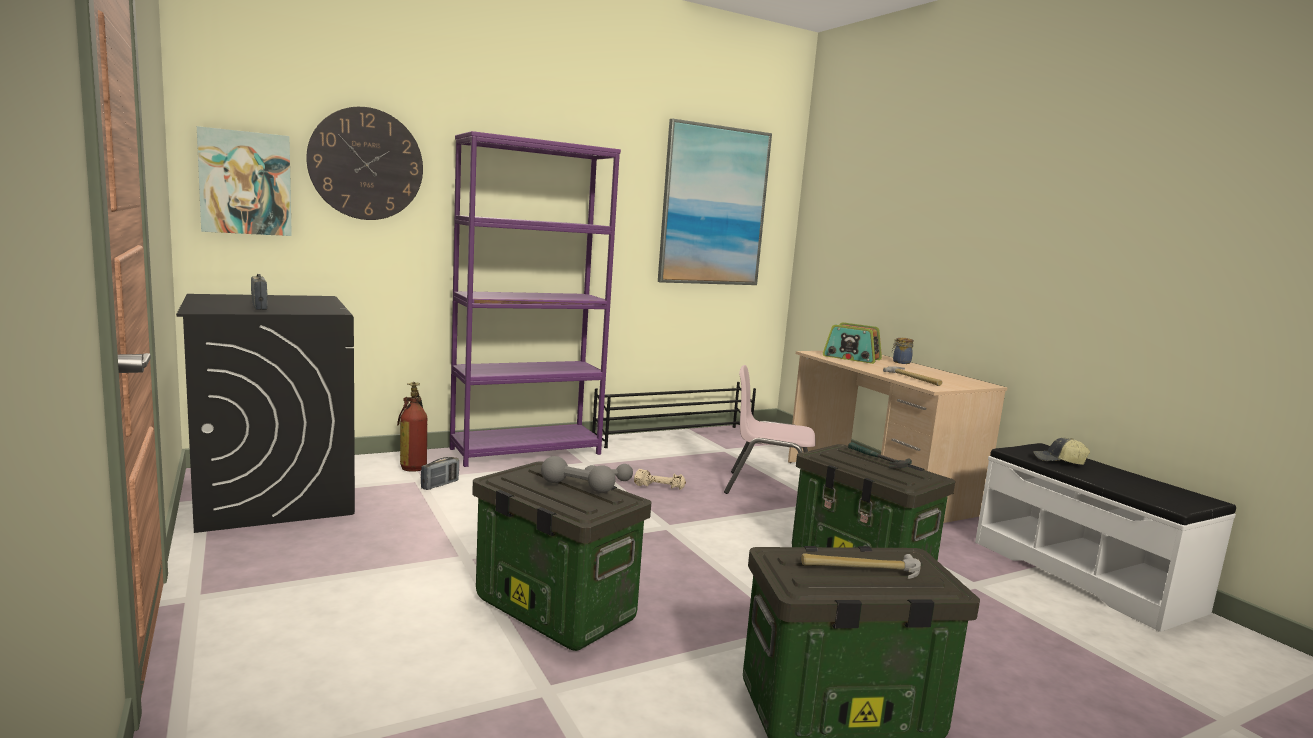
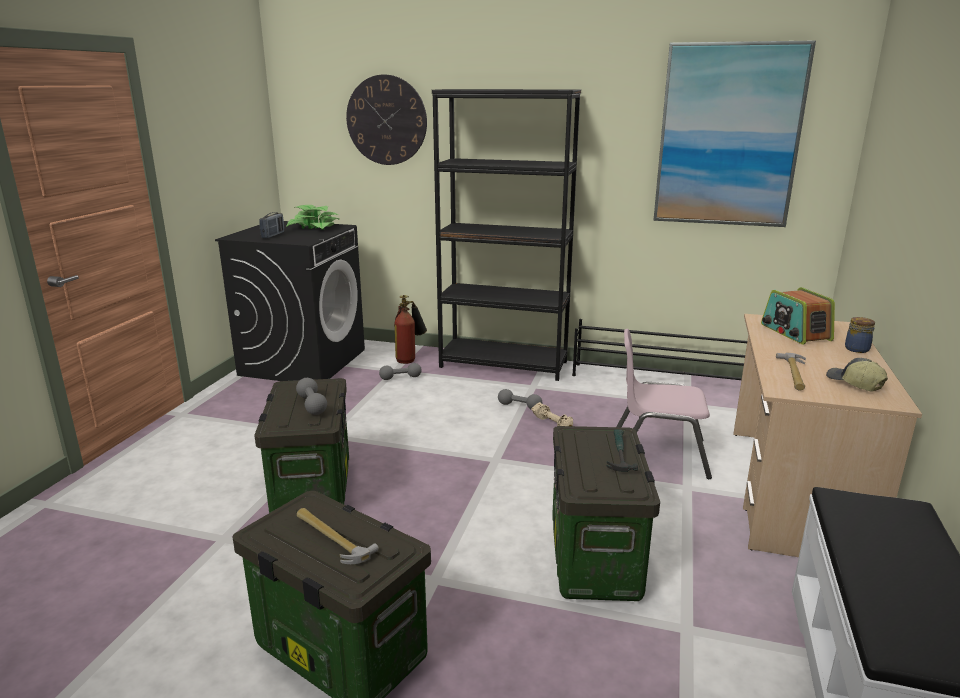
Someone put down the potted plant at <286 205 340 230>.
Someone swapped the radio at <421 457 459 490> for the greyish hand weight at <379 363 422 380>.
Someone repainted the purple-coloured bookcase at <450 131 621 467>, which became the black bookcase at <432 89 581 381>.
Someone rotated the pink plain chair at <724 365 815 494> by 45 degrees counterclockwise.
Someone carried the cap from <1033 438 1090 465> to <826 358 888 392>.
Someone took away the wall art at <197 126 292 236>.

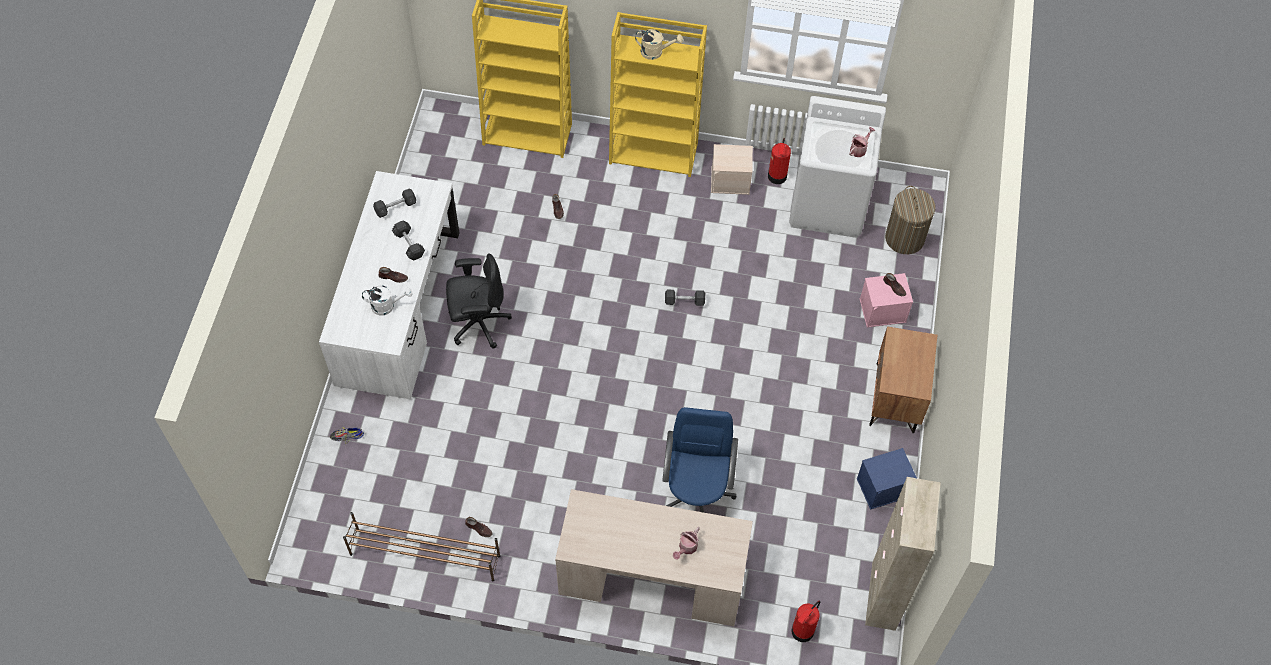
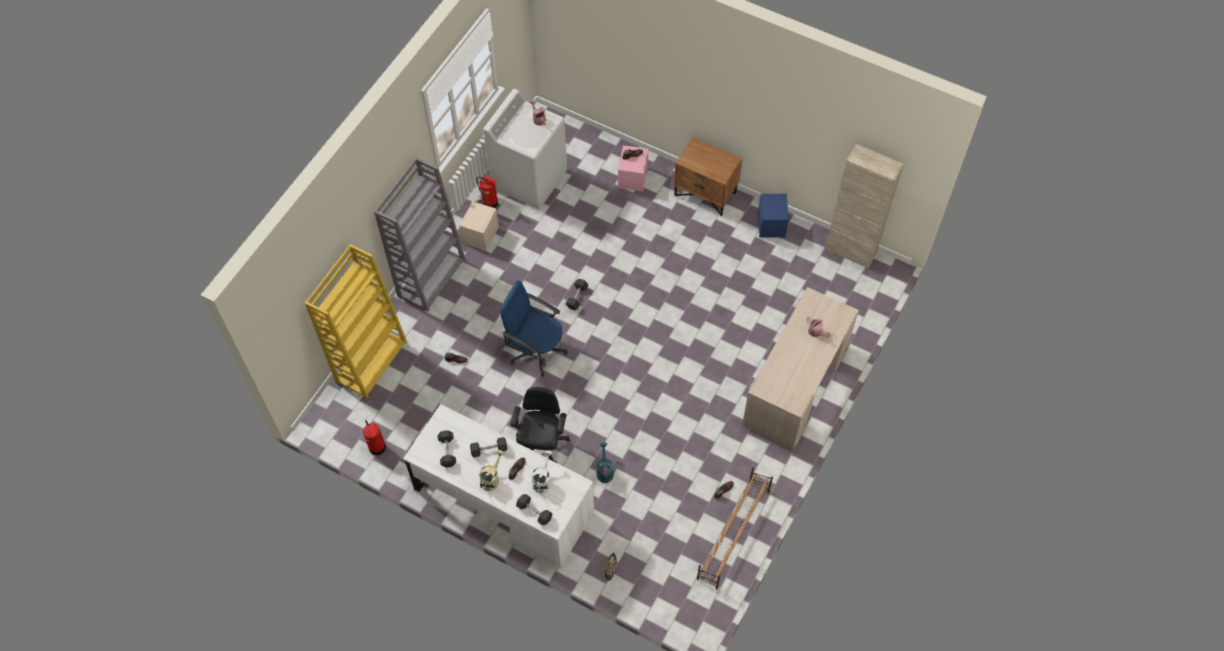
Someone carried the fire extinguisher from <791 601 820 642> to <363 420 386 455>.
Someone repainted the yellow-coloured bookcase at <609 12 707 177>, which became the greyish bookcase at <374 157 466 312>.
Someone carried the sand-coloured watering can from <635 29 683 60> to <479 450 505 491>.
Someone carried the blue-coloured desk chair from <662 407 738 513> to <500 281 568 377>.
Someone put down the greyish hand weight at <516 494 552 525>.
Someone put down the blue-green watering can at <596 442 614 483>.
Someone took away the washing basket at <885 186 936 254>.

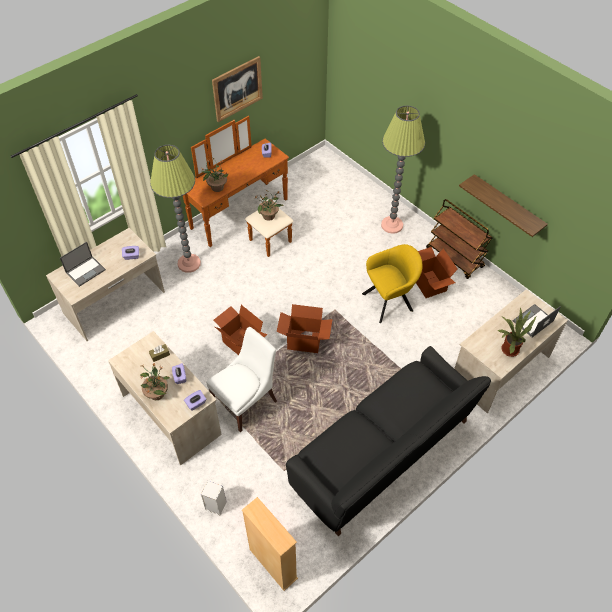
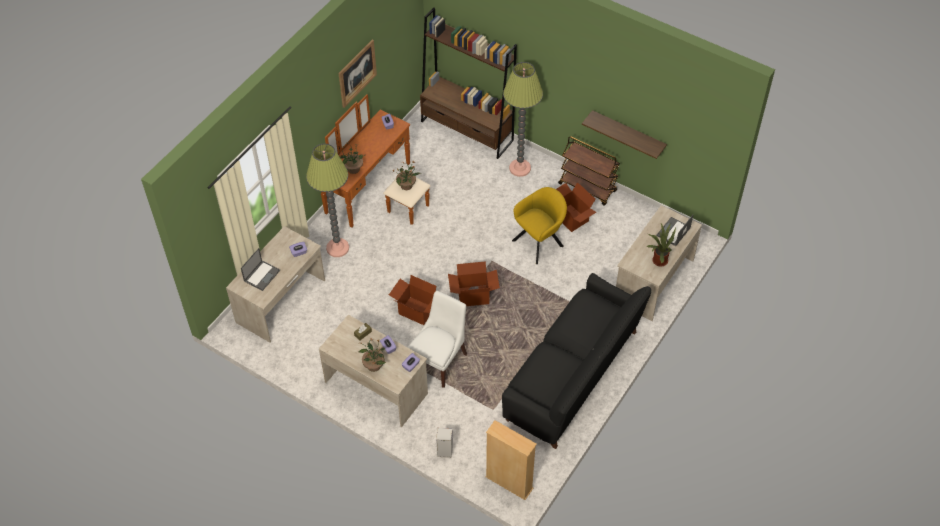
Someone put down the brown-coloured bookcase at <420 8 517 159>.

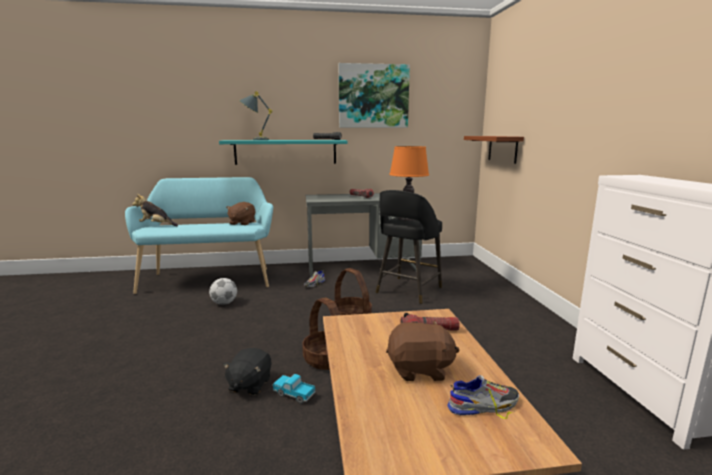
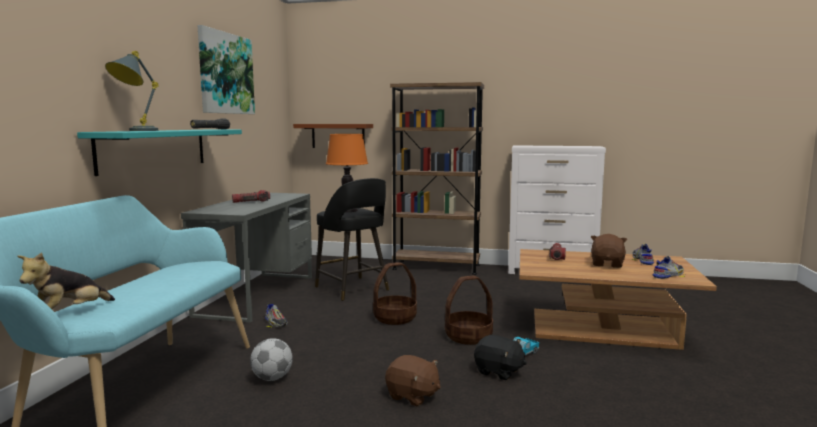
Someone carried the brown-coloured plush toy from <226 202 255 225> to <385 355 441 406>.
Someone put down the brown-coloured bookcase at <390 82 484 275>.
Someone put down the low shoe at <652 256 686 279>.

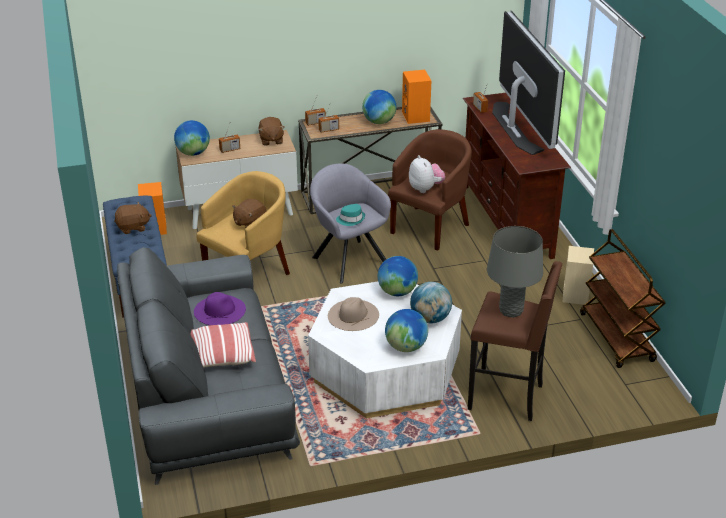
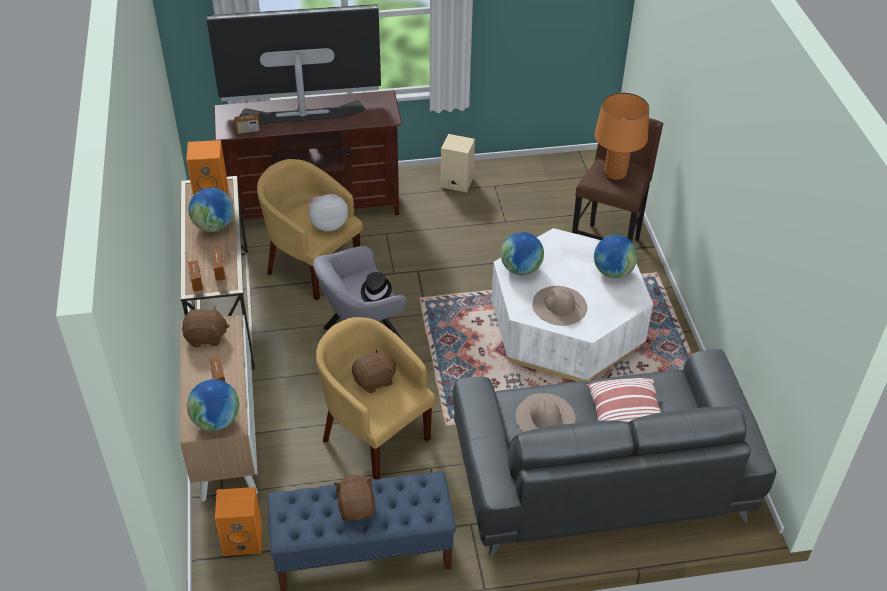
Someone repainted the brown-coloured lounge chair at <388 129 472 251>, which became the yellow-coloured lounge chair at <257 159 363 300>.
Someone rotated the brown-coloured plush toy at <232 199 267 228> by 75 degrees counterclockwise.
Someone repainted the blue-green clothing hat at <336 204 365 226>, which became the black clothing hat at <361 272 392 302>.
Someone repainted the purple-coloured clothing hat at <194 292 246 325>, which became the sand-coloured clothing hat at <515 393 575 432>.
Someone repainted the greyish tabletop lamp at <487 226 543 318>, which became the orangey tabletop lamp at <594 93 649 180>.
Someone took away the globe at <410 282 452 323>.
Someone took away the brown-coloured cart at <580 229 666 368>.

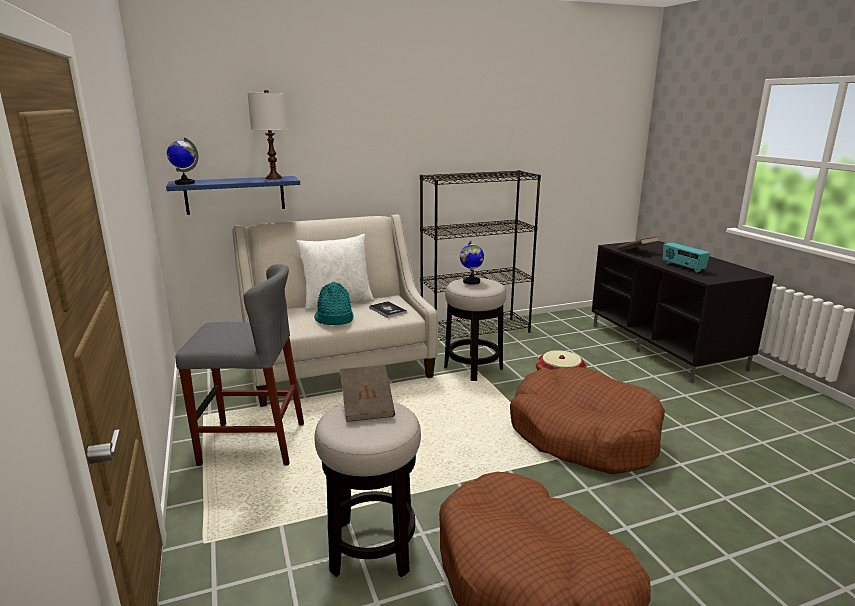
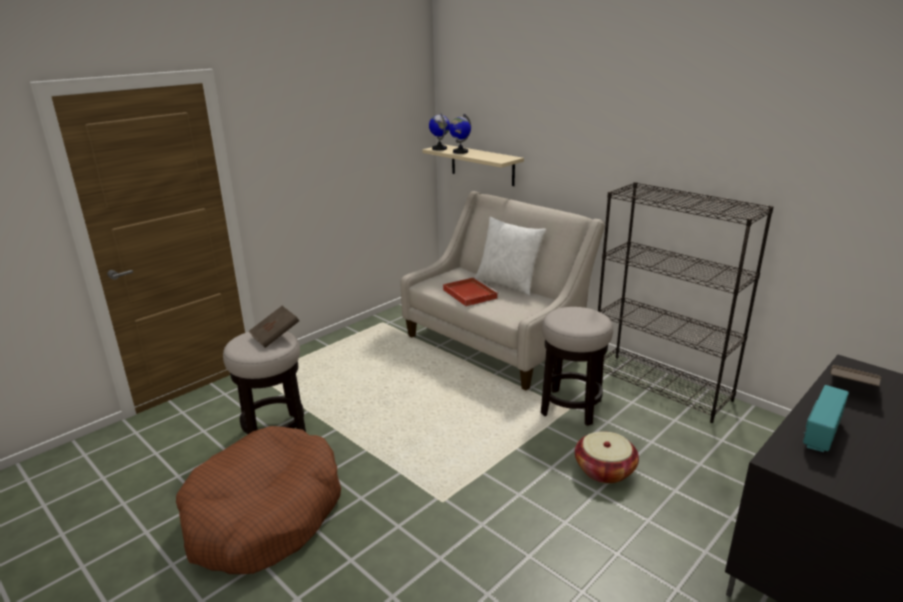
Someone repainted the blue-coloured wall shelf at <166 176 300 215>, which became the sand-coloured wall shelf at <422 145 524 186>.
Someone swapped the blue-green clothing hat at <314 282 354 325> for the red-coloured carrying tray at <443 277 499 306>.
Someone carried the globe from <460 241 484 285> to <449 114 471 154>.
Someone took away the greyish stool seat at <175 264 304 466>.
Someone took away the whitish tabletop lamp at <248 90 288 179>.
Someone took away the book at <369 301 407 318>.
Someone took away the brown-coloured dog cushion at <510 367 665 474>.

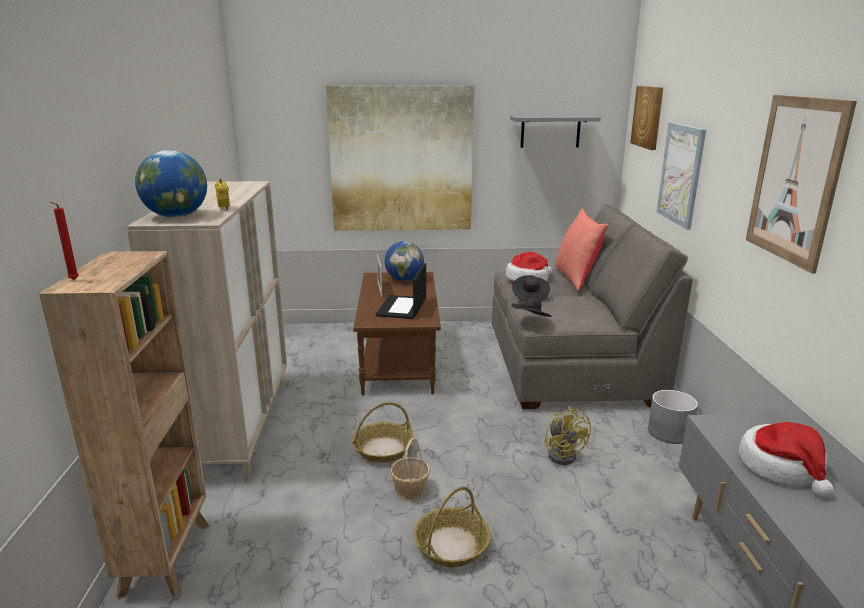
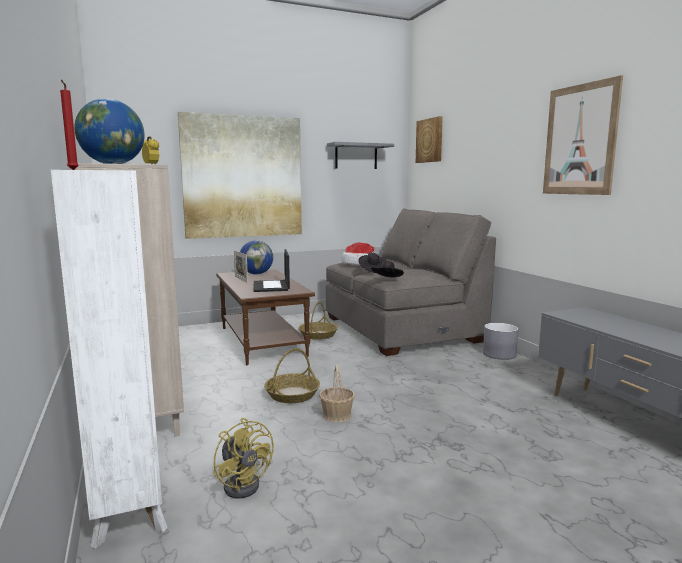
Someone repainted the brown-coloured bookcase at <39 251 210 599>, which became the whitish bookcase at <51 170 168 549>.
Someone carried the yellow-coloured fan from <544 406 591 465> to <214 418 274 499>.
Someone carried the household basket from <414 486 490 567> to <298 302 338 340>.
Someone took away the red-coloured throw pillow at <555 209 608 291>.
Someone took away the wall art at <657 123 706 230>.
Someone took away the clothing hat at <739 422 834 498>.

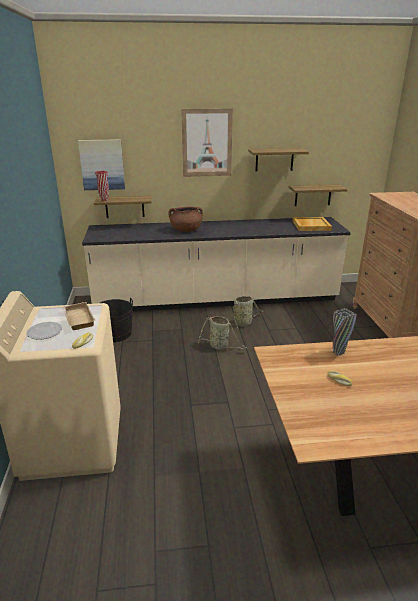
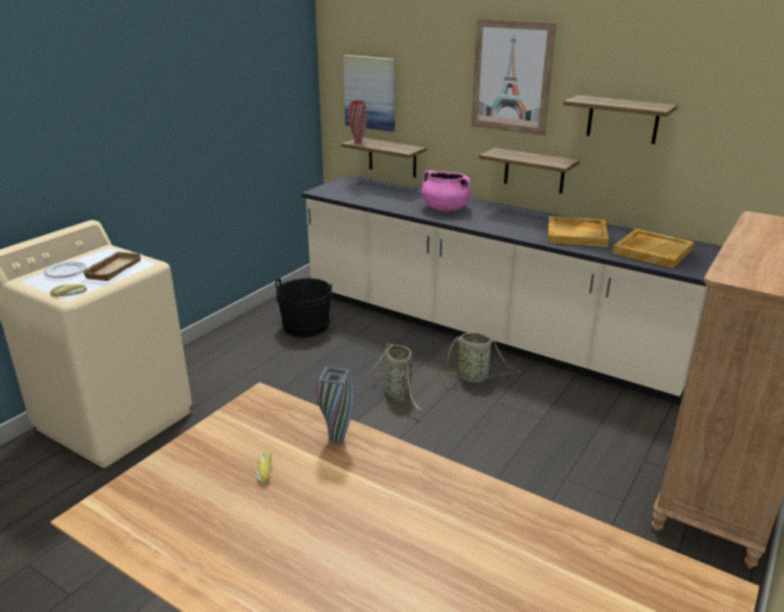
Someone repainted the brown-coloured stockpot at <169 207 203 232>, which became the pink stockpot at <421 170 471 211>.
Someone carried the wall shelf from <289 184 348 206> to <479 147 580 194>.
Someone put down the sand-coloured carrying tray at <548 216 609 247>.

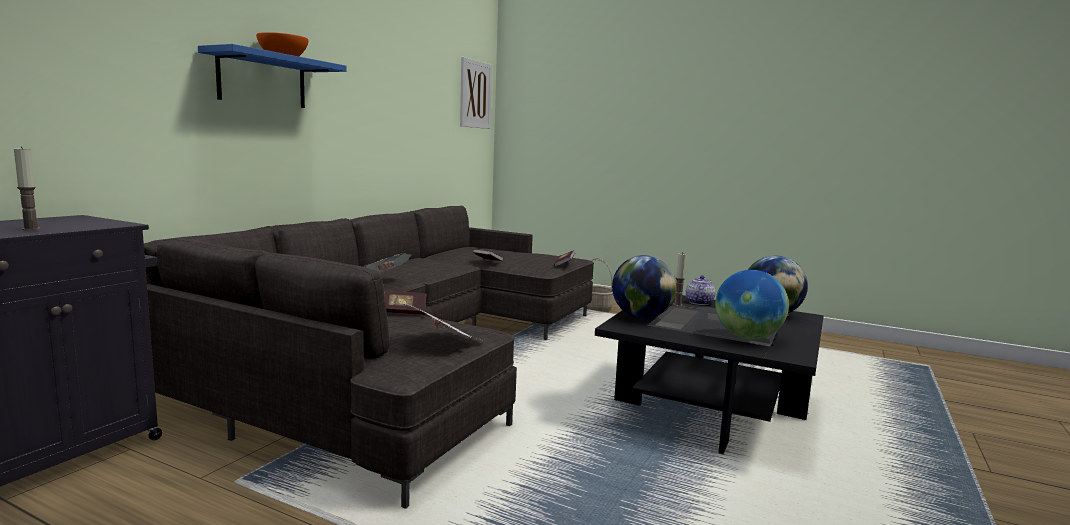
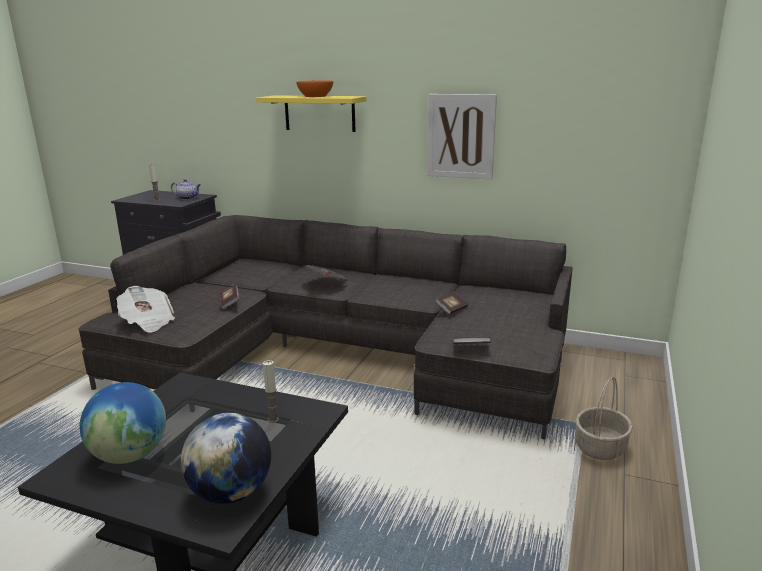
Someone carried the pot for tea from <686 275 716 305> to <171 179 201 200>.
Someone repainted the blue-coloured wall shelf at <198 44 347 108>, which became the yellow-coloured wall shelf at <256 95 367 132>.
Someone carried the wall art from <460 57 492 129> to <427 94 497 179>.
Someone took away the globe at <612 255 676 319>.

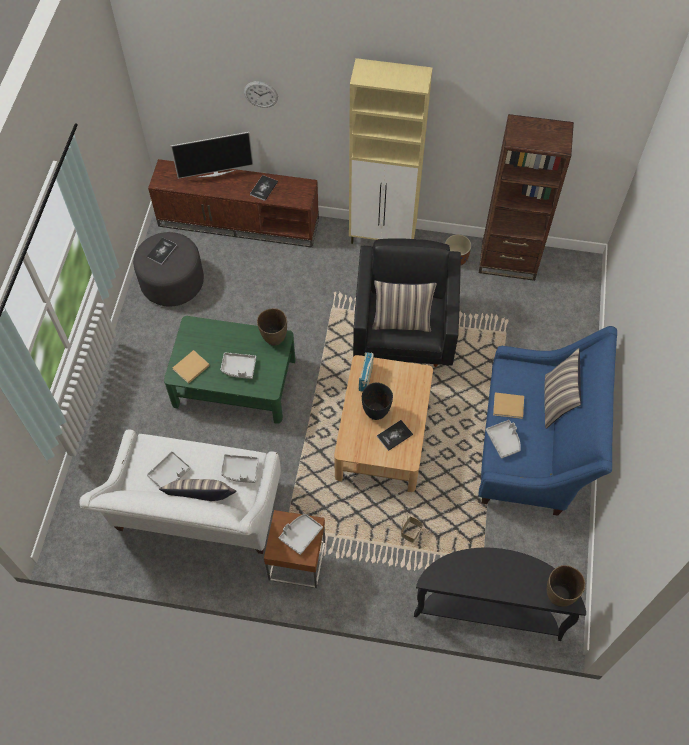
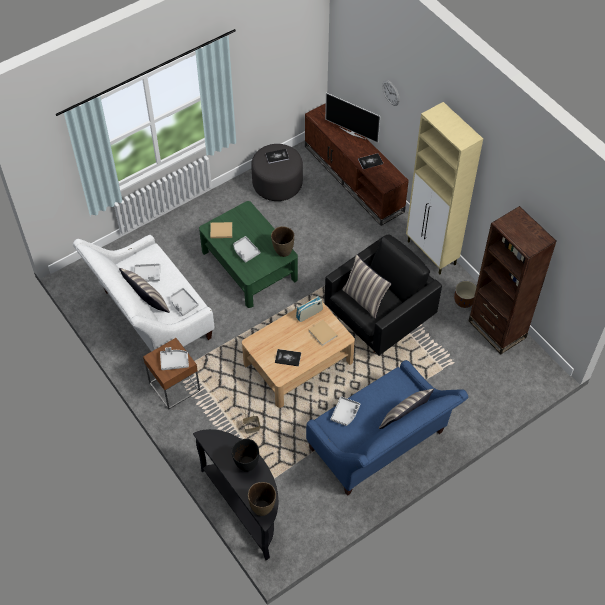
Someone carried the black decorative vase from <362 383 393 420> to <231 439 259 472>.
Someone carried the sand-coloured book from <493 392 524 419> to <308 320 337 346>.

